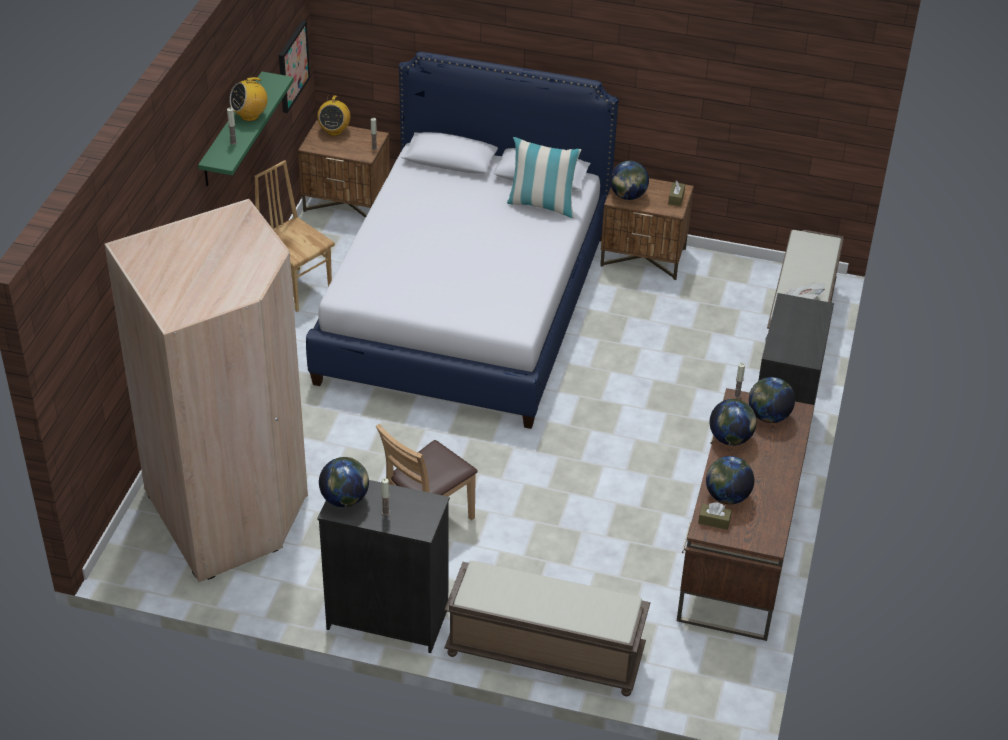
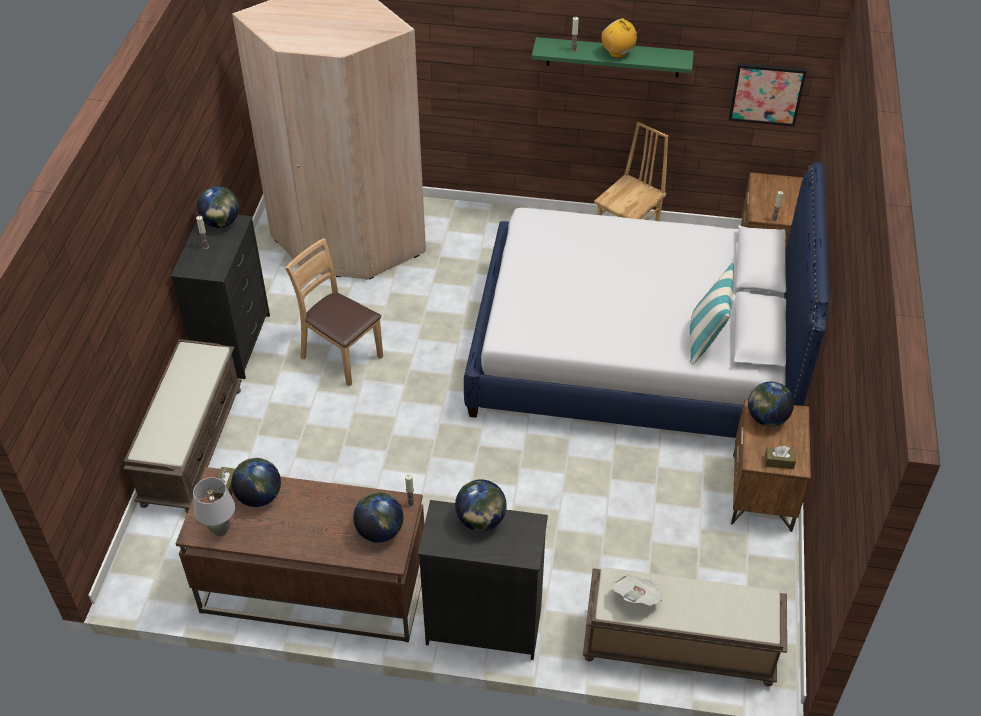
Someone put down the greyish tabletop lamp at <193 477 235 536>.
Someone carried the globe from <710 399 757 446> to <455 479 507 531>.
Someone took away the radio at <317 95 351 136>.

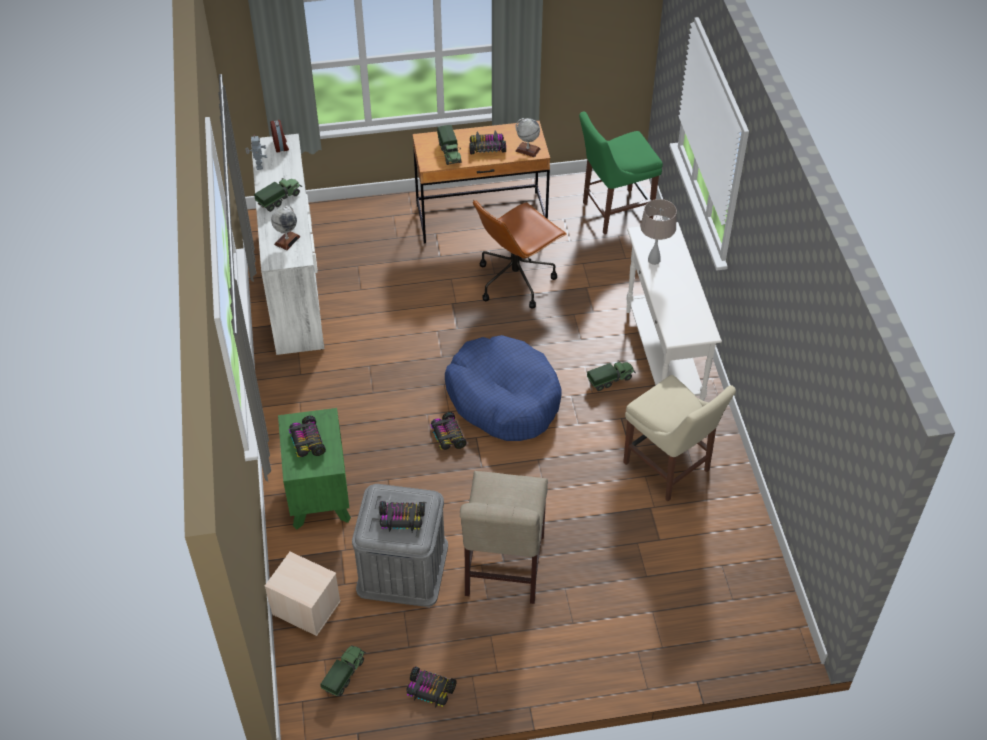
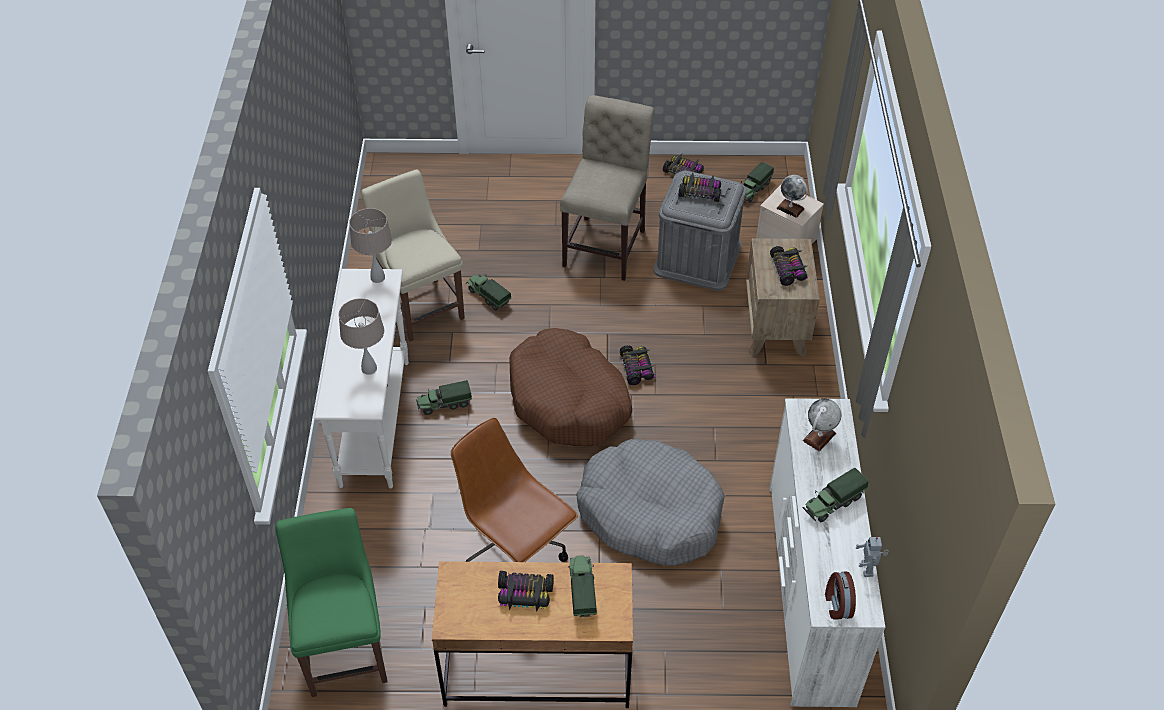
Someone rotated the green-coloured plain chair at <579 111 663 234> by 90 degrees counterclockwise.
Someone put down the sand-coloured tabletop lamp at <349 208 392 283>.
Someone rotated the brown-coloured desk chair at <473 199 567 309> by 105 degrees counterclockwise.
Someone put down the model truck at <466 274 511 311>.
Someone repainted the blue-coloured dog cushion at <445 335 562 441>, which became the brown-coloured dog cushion at <509 328 632 446>.
Someone put down the greyish dog cushion at <576 439 725 566>.
Someone repainted the green-coloured nightstand at <278 408 351 530>, which became the brown-coloured nightstand at <744 238 820 357>.
Someone carried the globe from <515 118 540 157> to <776 175 808 218>.

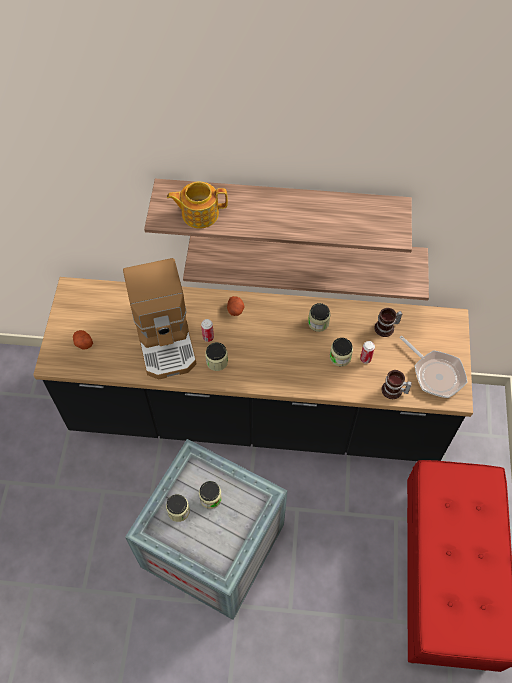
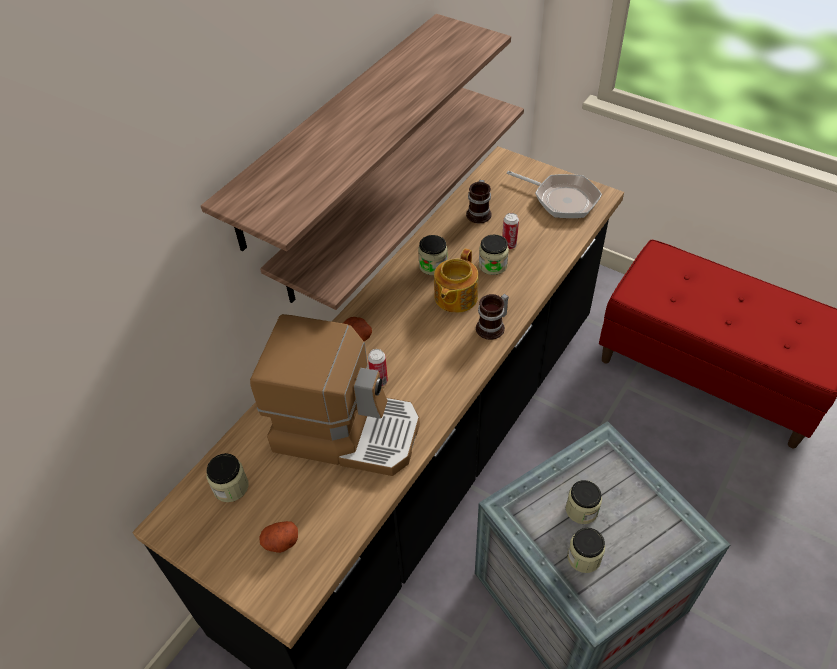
Someone carried the jar from <205 342 228 371> to <206 453 248 502>.
Someone carried the pot for tea from <167 182 228 228> to <434 249 478 313>.
Someone carried the tea mug from <382 370 412 399> to <476 294 509 340>.
Someone rotated the frying pan at <399 336 468 398> by 45 degrees clockwise.

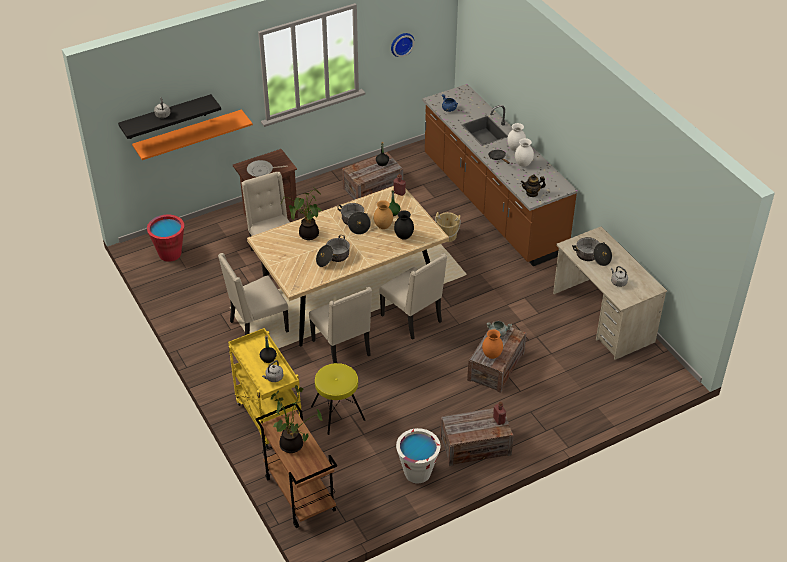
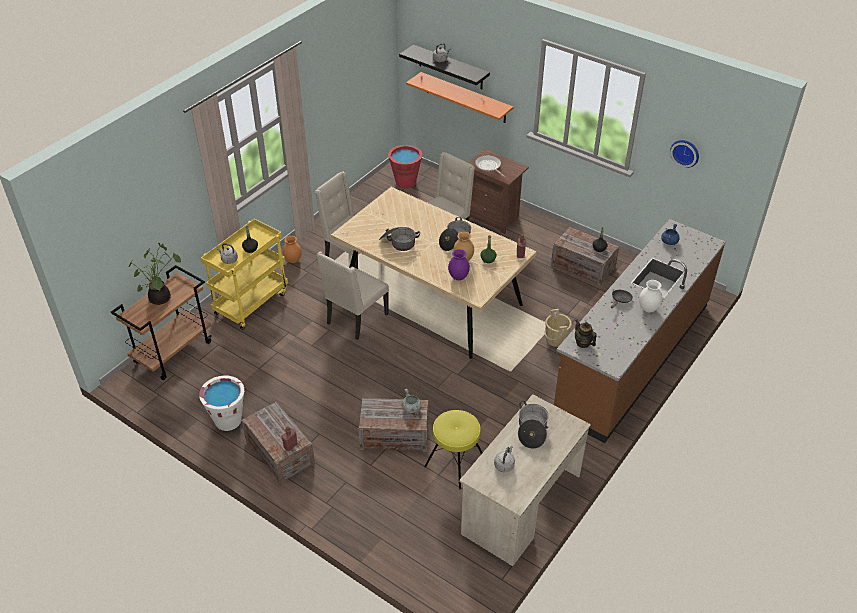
Someone carried the orangey decorative vase from <482 329 503 359> to <283 236 302 263>.
Someone carried the yellow-coloured stool seat from <311 363 365 435> to <424 410 483 489>.
Someone repainted the black decorative vase at <394 210 414 240>, which became the purple-coloured decorative vase at <448 249 470 280>.
Someone took away the potted plant at <281 187 322 240>.
Someone took away the sand-coloured plain chair at <379 253 447 340>.
Someone took away the whitish decorative vase at <515 138 534 167>.

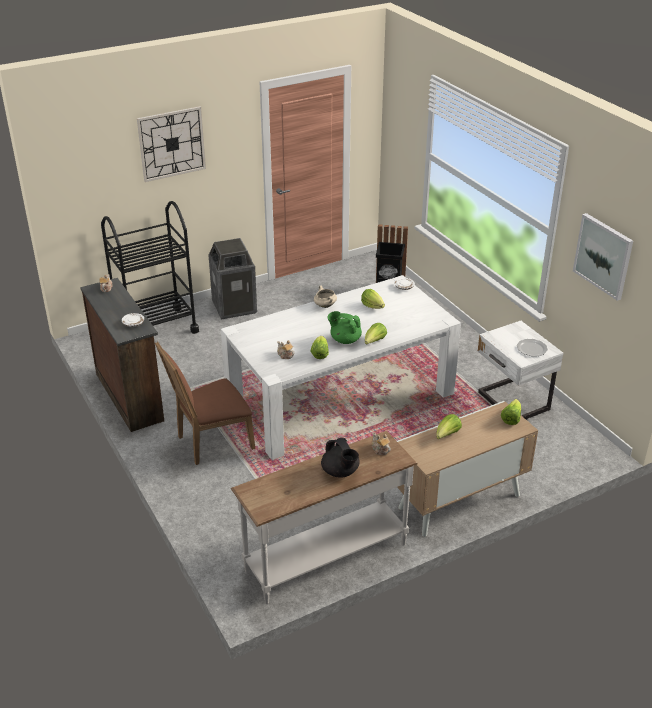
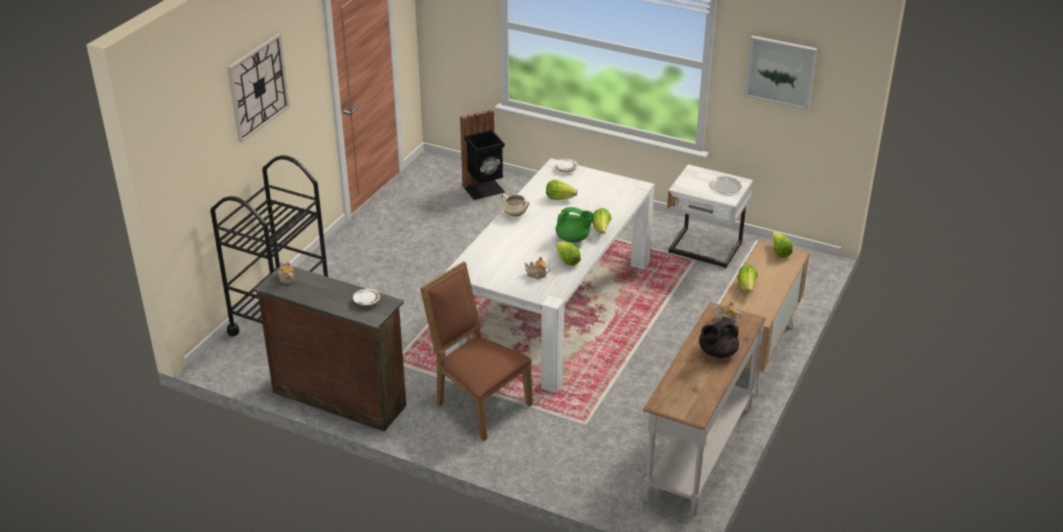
Someone rotated the brown-coloured plain chair at <155 341 255 465> by 105 degrees clockwise.
Someone rotated the green-coloured pot for tea at <327 311 362 344> by 150 degrees counterclockwise.
Someone rotated the black pot for tea at <321 438 360 478> by 120 degrees clockwise.
Someone took away the waste bin at <208 238 257 319>.

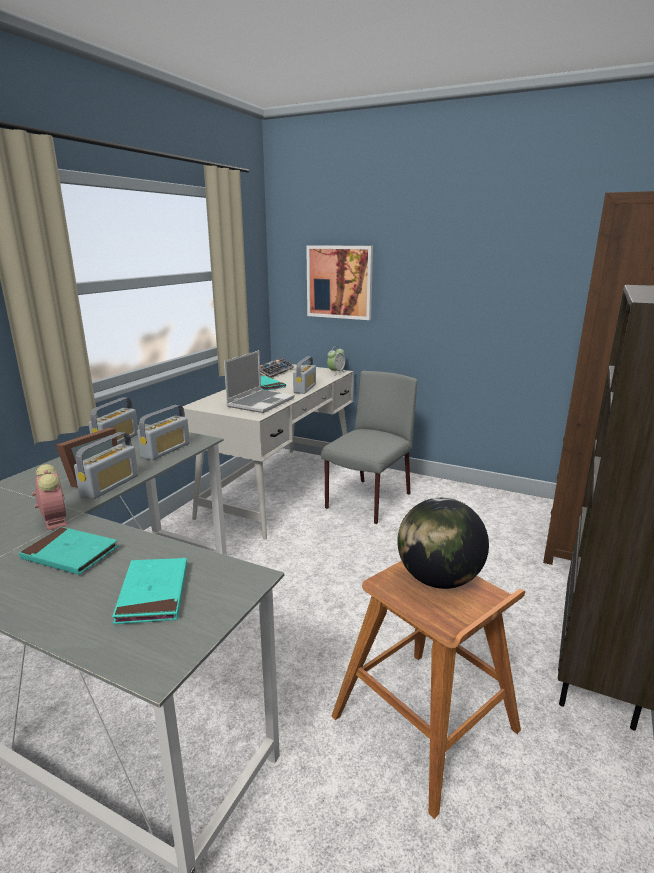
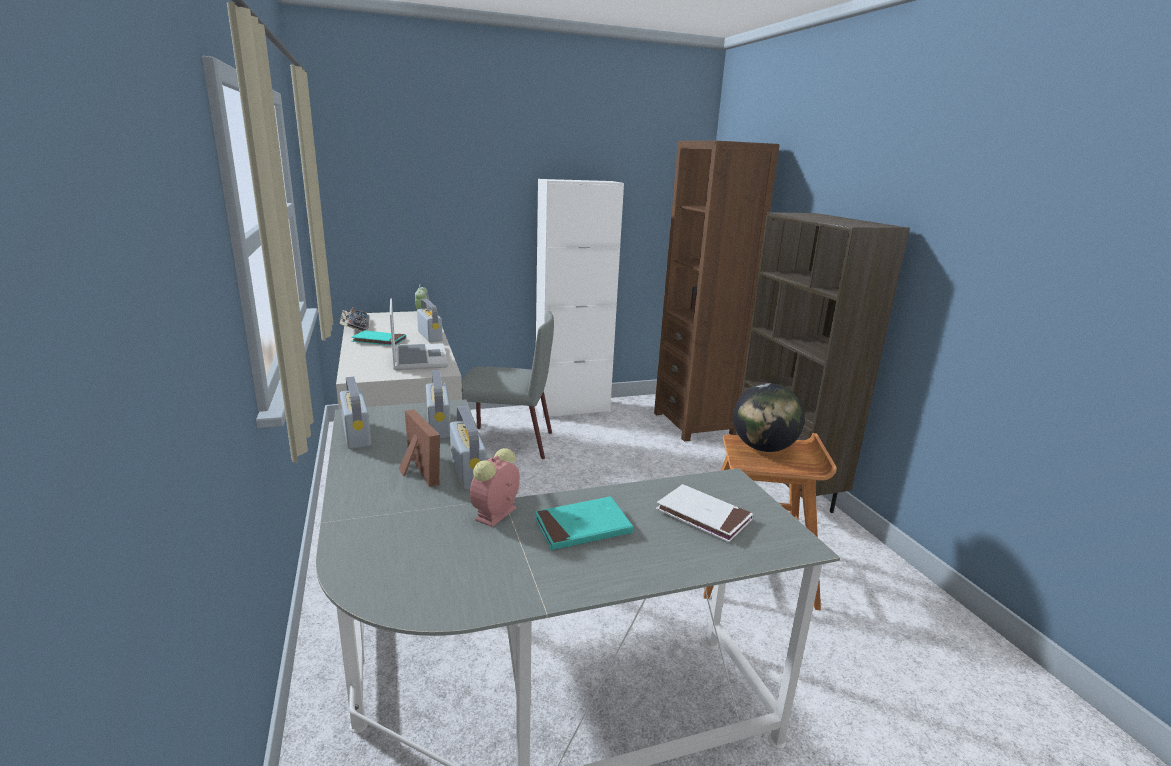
Someone rotated the greyish plain chair at <321 371 417 524> by 105 degrees clockwise.
Someone rotated the alarm clock at <32 464 67 531> by 75 degrees counterclockwise.
Someone put down the whitish storage cabinet at <535 179 624 418>.
Someone repainted the blue-green book at <112 558 187 624>, which became the whitish book at <656 484 753 542>.
Someone took away the wall art at <306 245 373 320>.

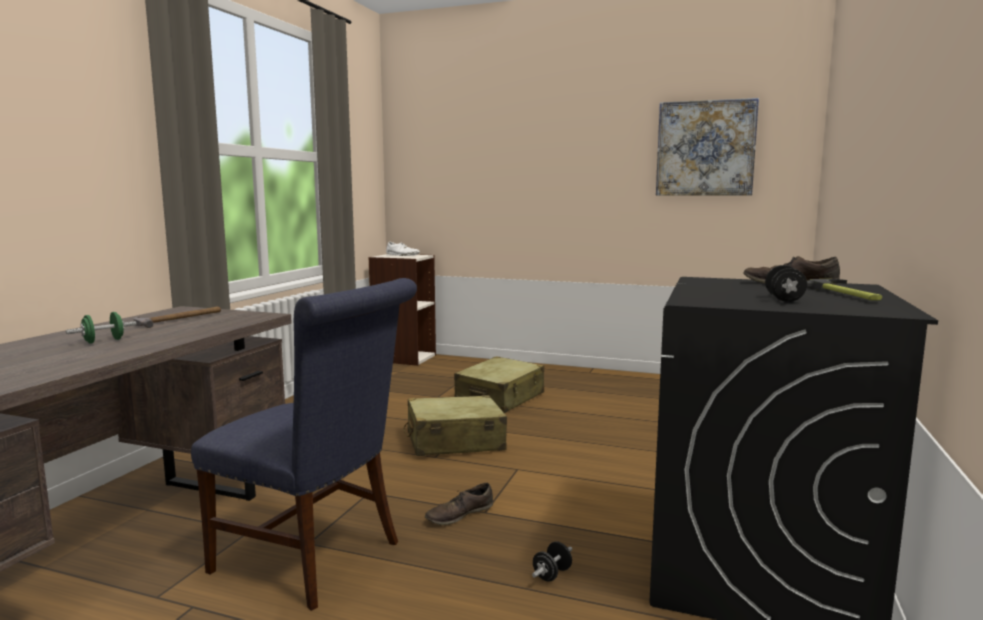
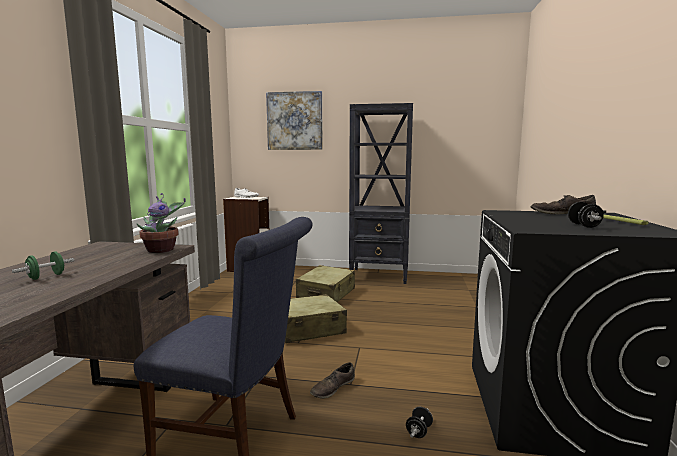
Someone put down the potted plant at <137 193 186 253>.
Someone carried the wall art from <656 98 759 196> to <266 91 323 150>.
Someone put down the black bookcase at <349 103 413 284>.
Someone took away the hammer at <134 306 221 328>.

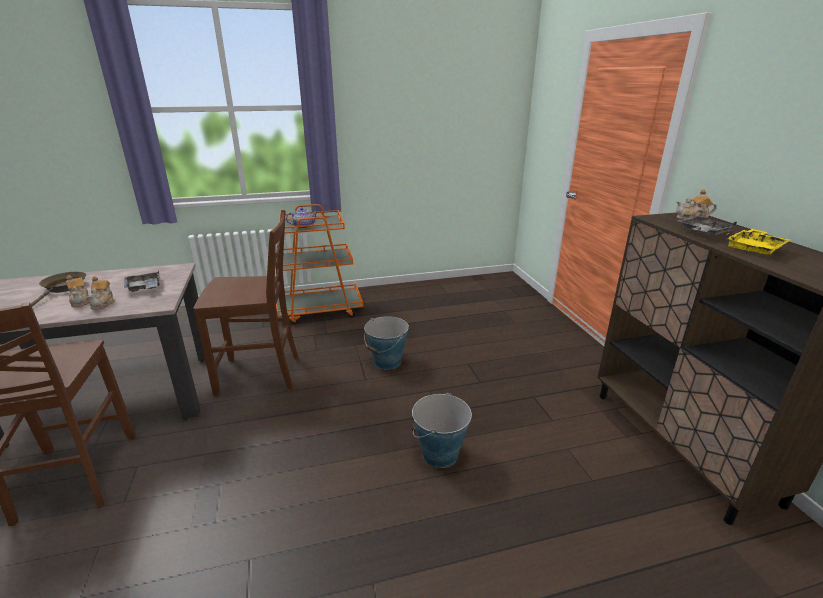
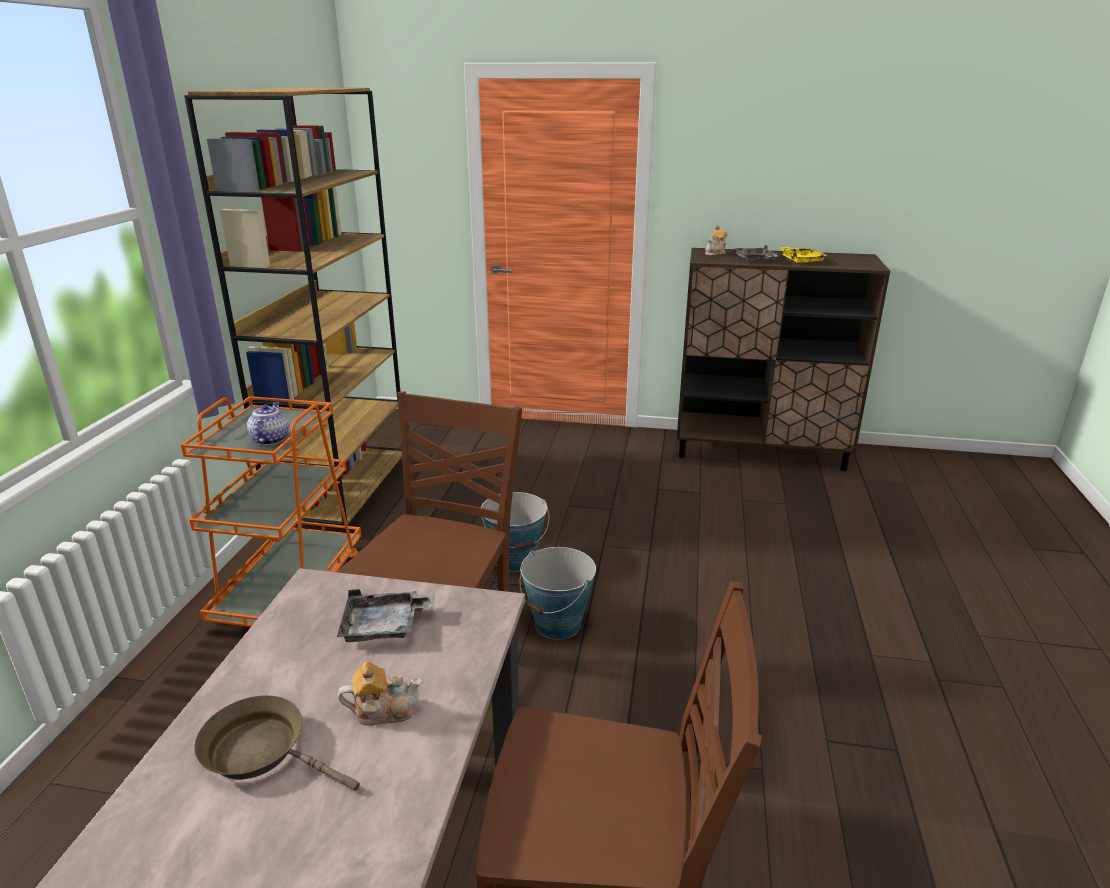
Someone put down the brown-coloured bookcase at <184 87 402 533>.
Someone carried the pail from <411 393 472 468> to <520 547 596 640>.
Someone took away the pot for tea at <88 276 115 310>.

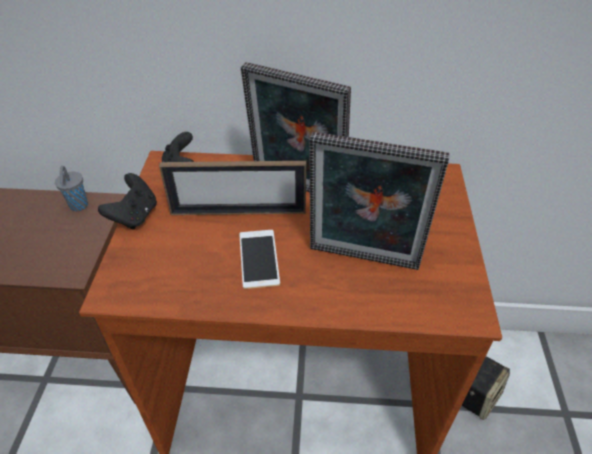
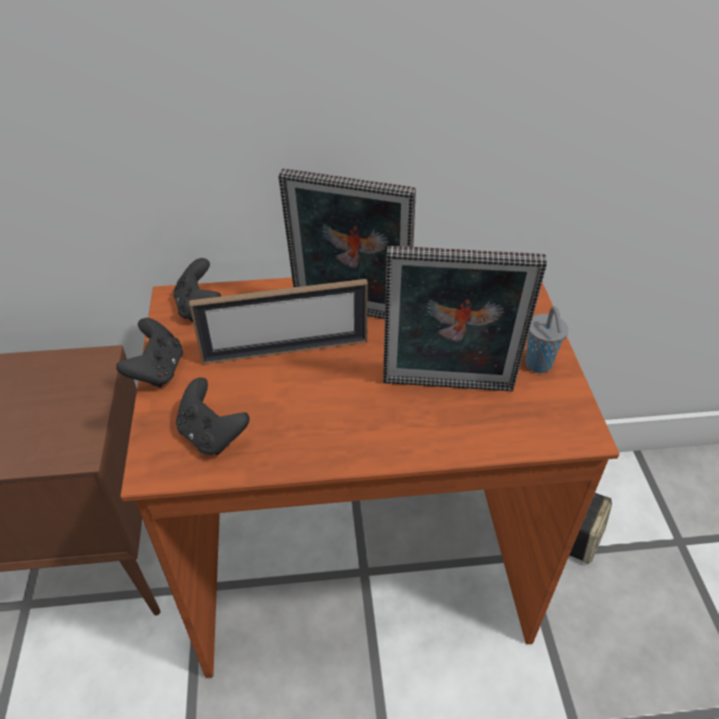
Someone put down the black game controller at <176 378 250 455>.
Someone carried the greyish cup from <55 166 88 211> to <525 306 568 373>.
Someone took away the telephone at <239 230 280 289>.

